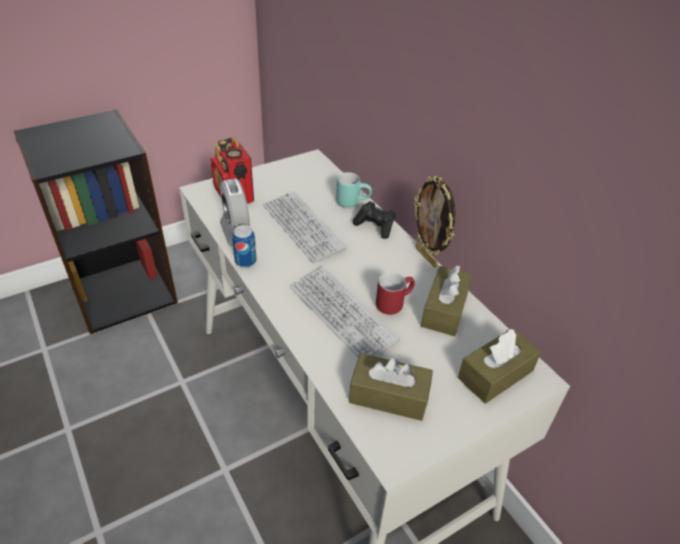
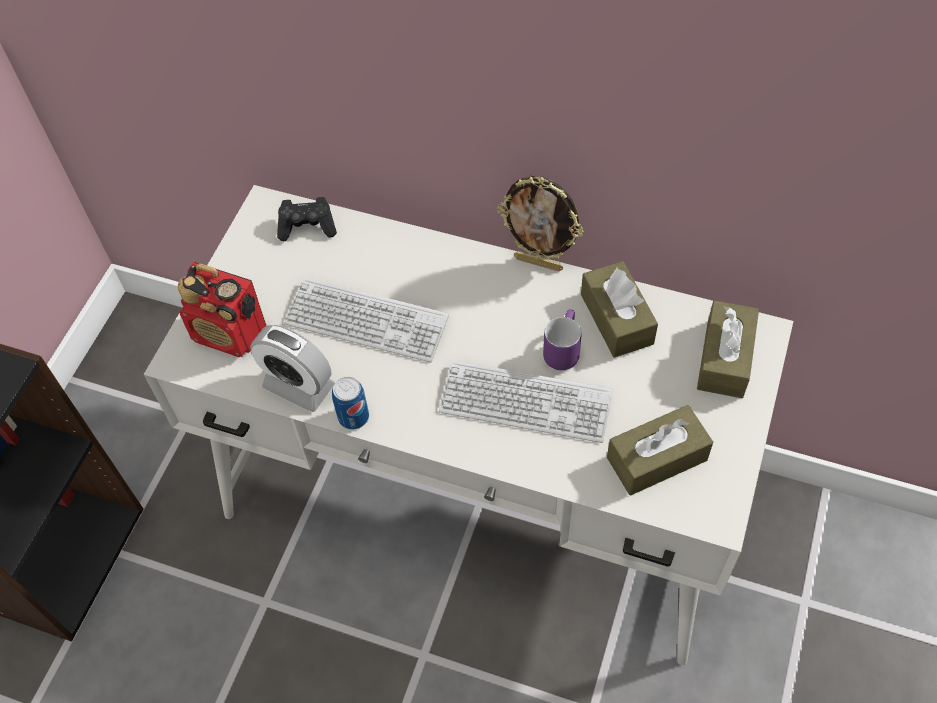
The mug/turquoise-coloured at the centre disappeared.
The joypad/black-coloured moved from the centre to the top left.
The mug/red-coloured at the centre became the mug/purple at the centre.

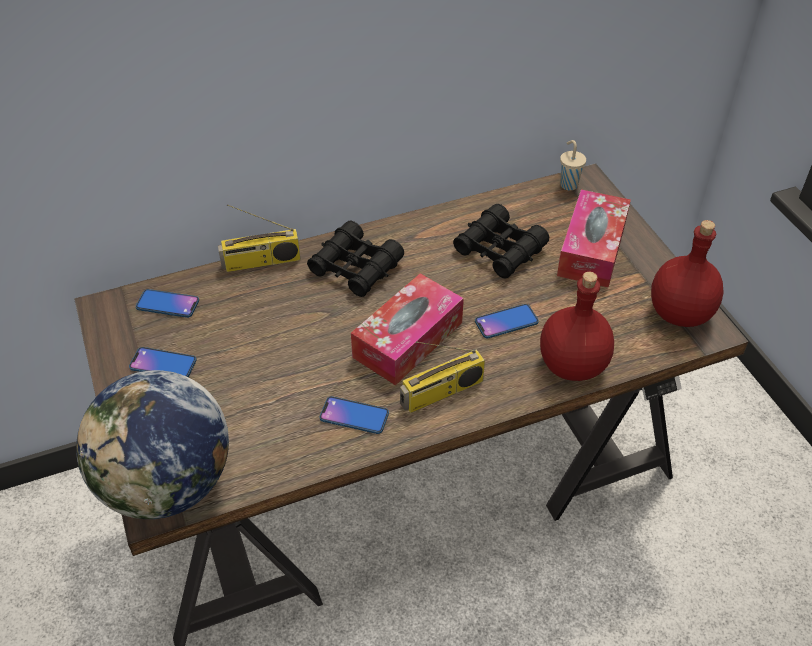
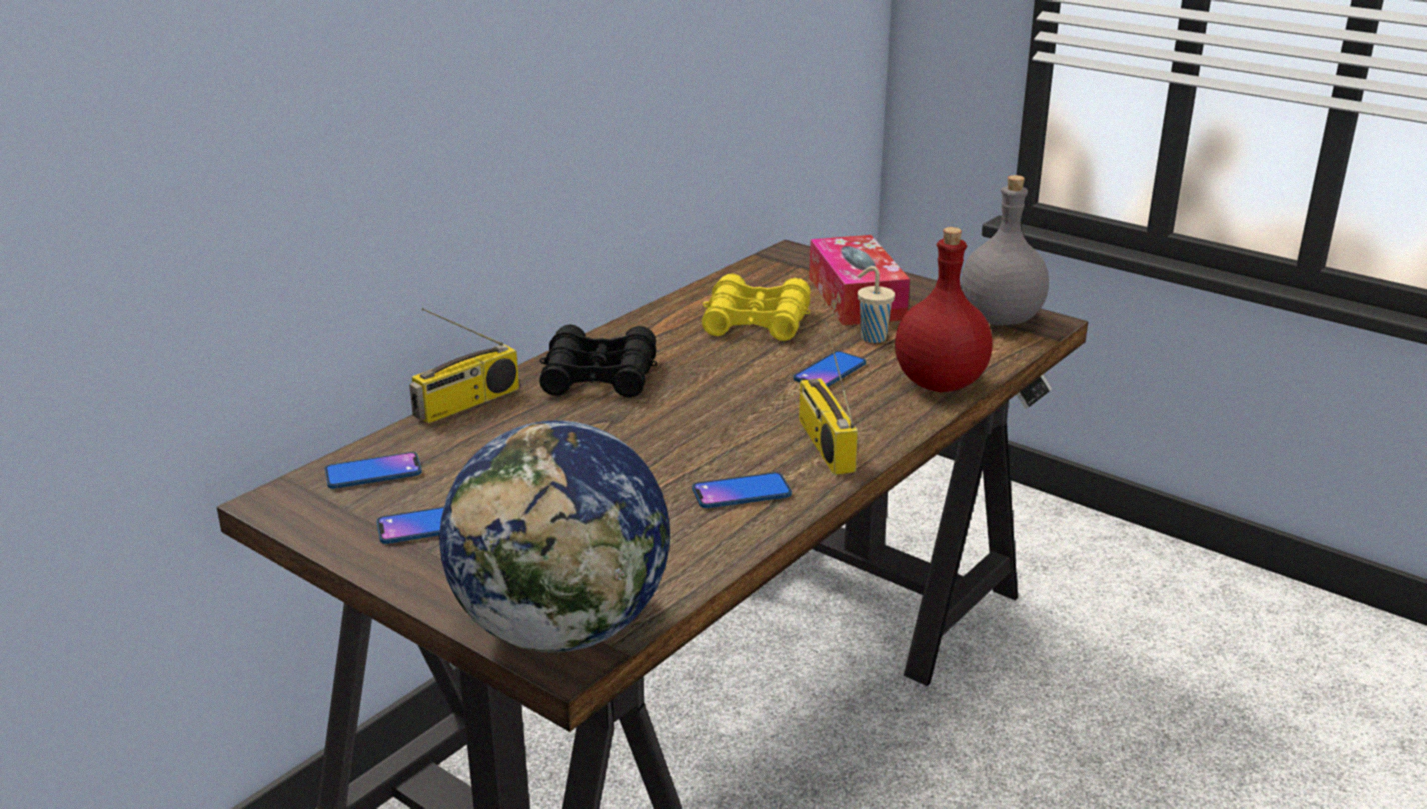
The tissue holder (1st from left) at the centre disappeared.
The radio receiver (2nd from left) at the centre turned 135 degrees clockwise.
The pair of binoculars/black-coloured (2nd from left) at the centre became the pair of binoculars/yellowish at the centre.
The drinking cup/sand-coloured moved from the top right to the centre.
The bottle/red-coloured (2nd from left) at the middle right became the bottle/gray at the top right.

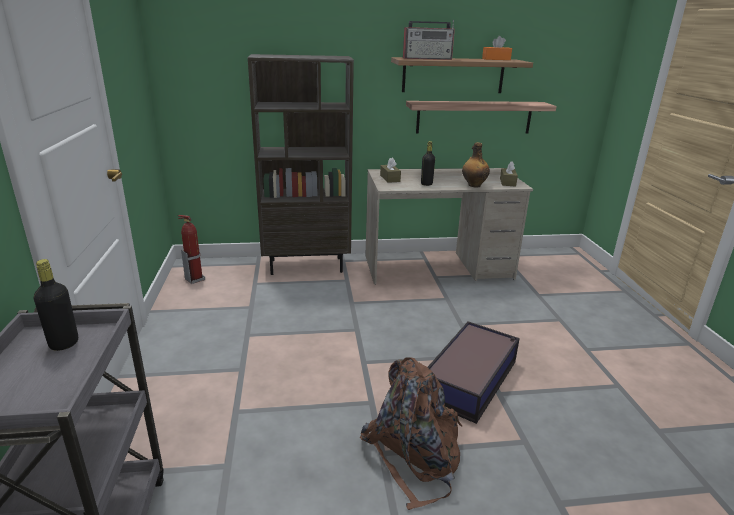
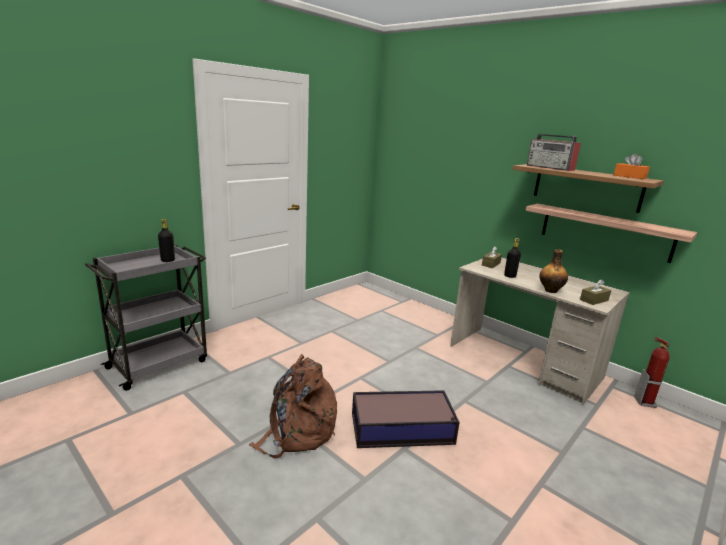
The fire-fighting cylinder moved from the middle left to the bottom right.
The bookcase/brownish at the top centre disappeared.

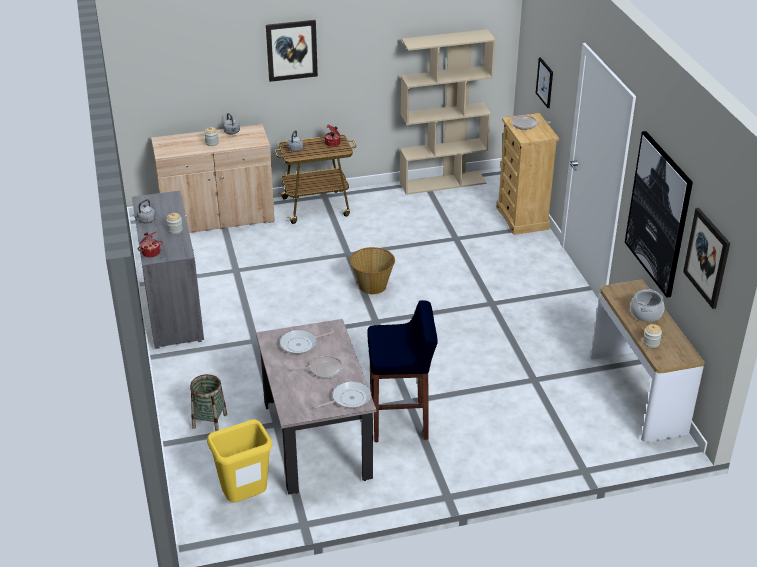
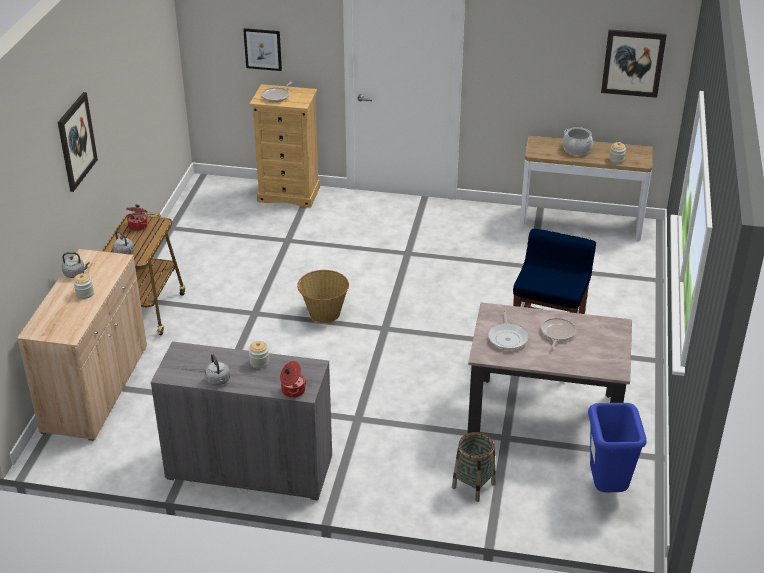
The trash can/yellowish at the bottom left became the trash can/blue-coloured at the bottom right.
The pan (3rd from left) at the bottom centre disappeared.
The bookcase/sand-coloured at the top centre disappeared.
The wall picture (3rd from left) at the middle right disappeared.

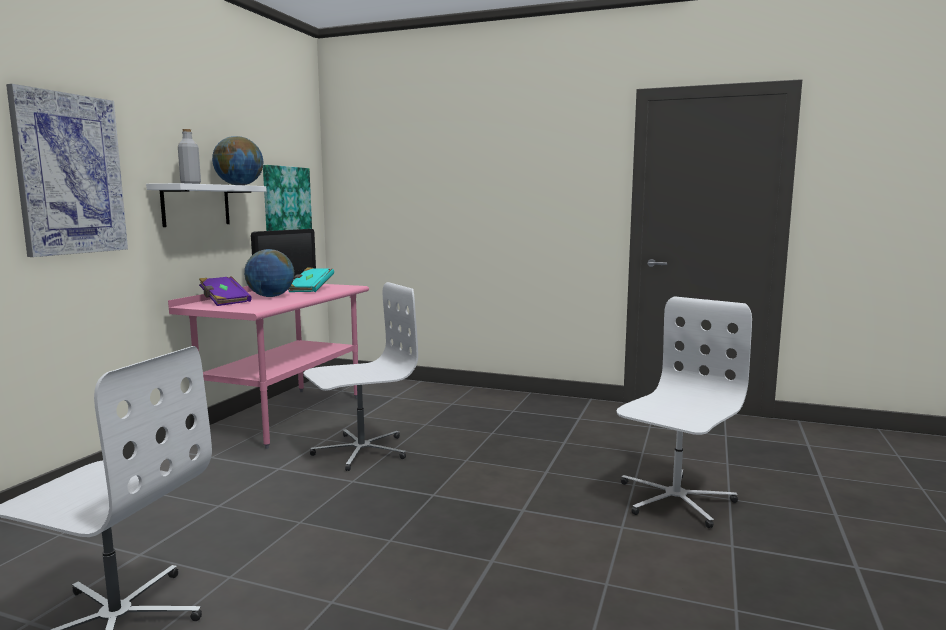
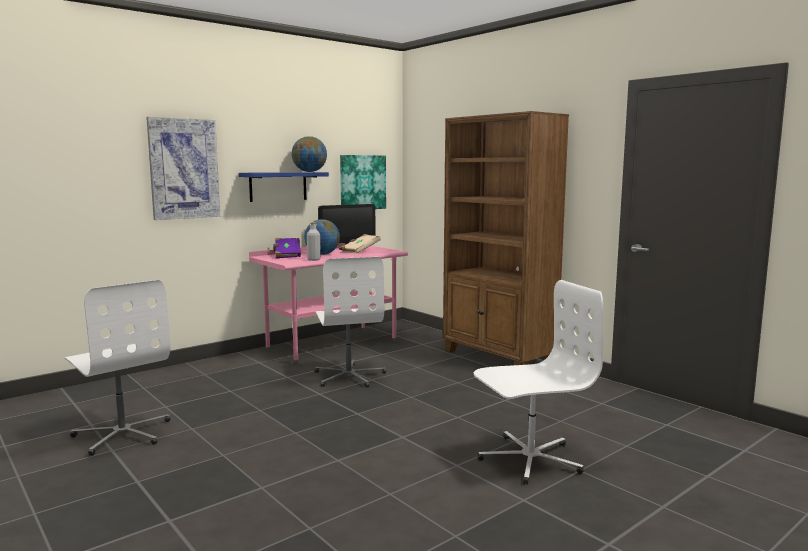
The shelf/whitish at the top left became the shelf/blue-coloured at the centre.
The bottle/gray moved from the top left to the centre.
The book/turquoise-coloured at the middle left became the book/sand-coloured at the centre.
The desk chair/whitish (2nd from left) at the centre turned 75 degrees clockwise.
The bookcase/brownish at the centre appeared.

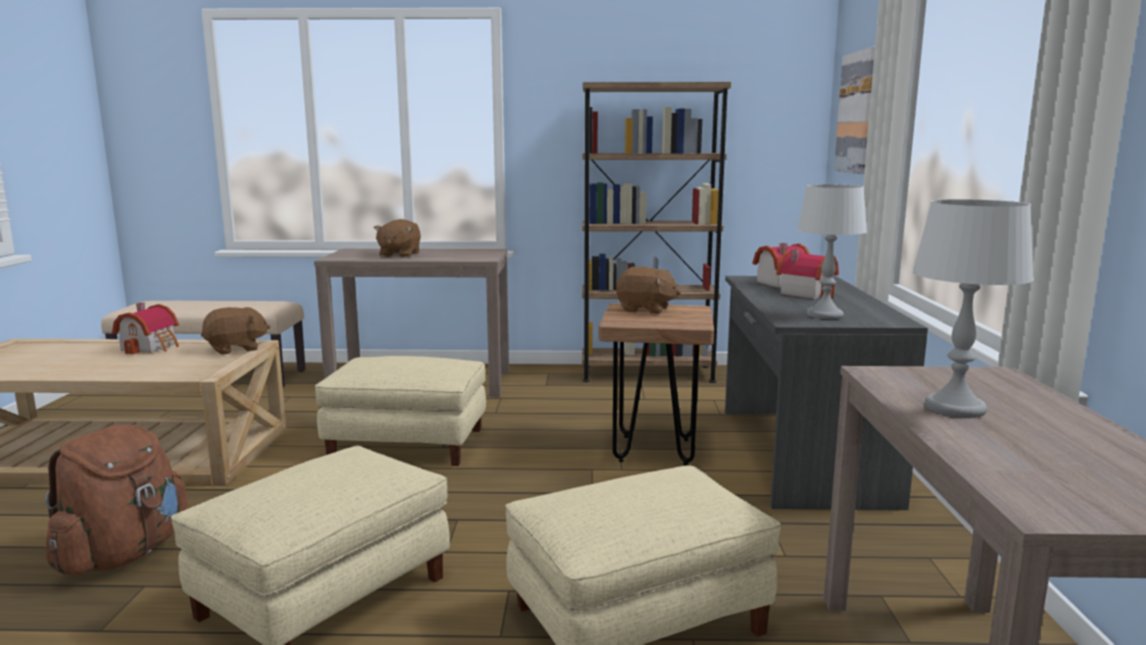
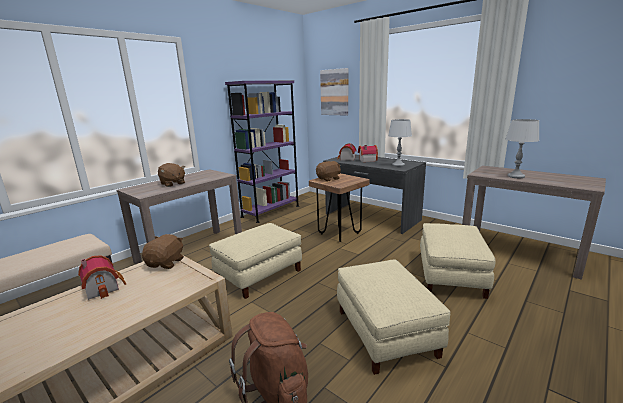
The bookcase/brownish at the centre became the bookcase/purple at the centre.

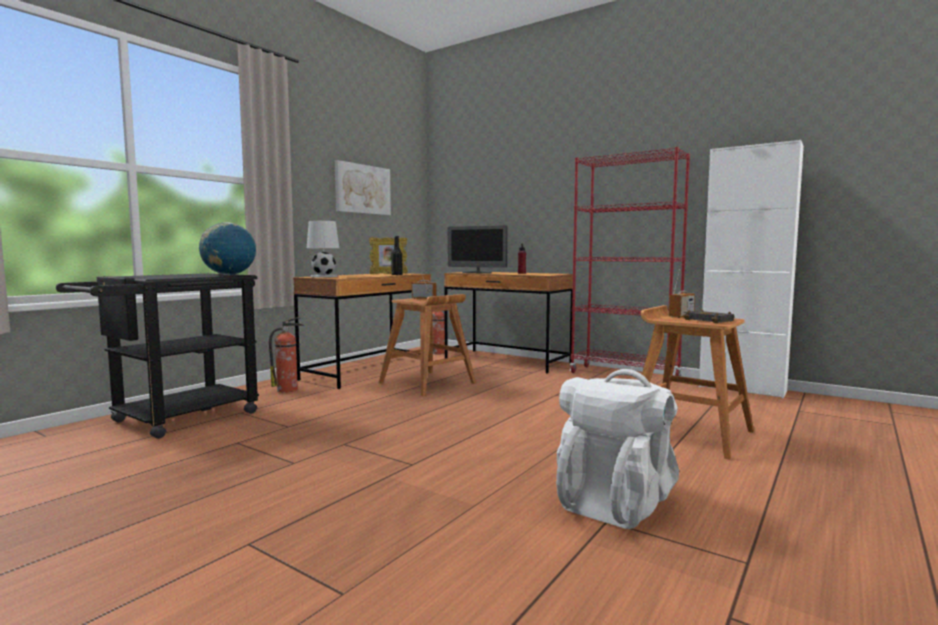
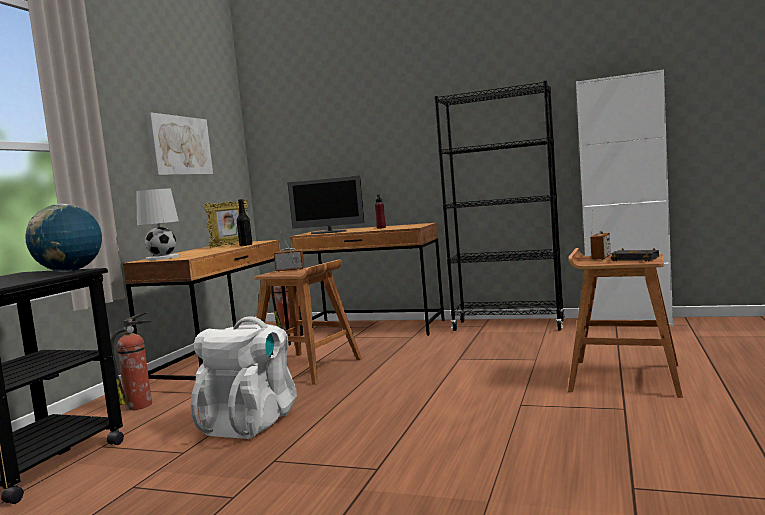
The backpack/whitish moved from the bottom centre to the bottom left.
The bookcase/red-coloured at the middle right became the bookcase/black-coloured at the centre.

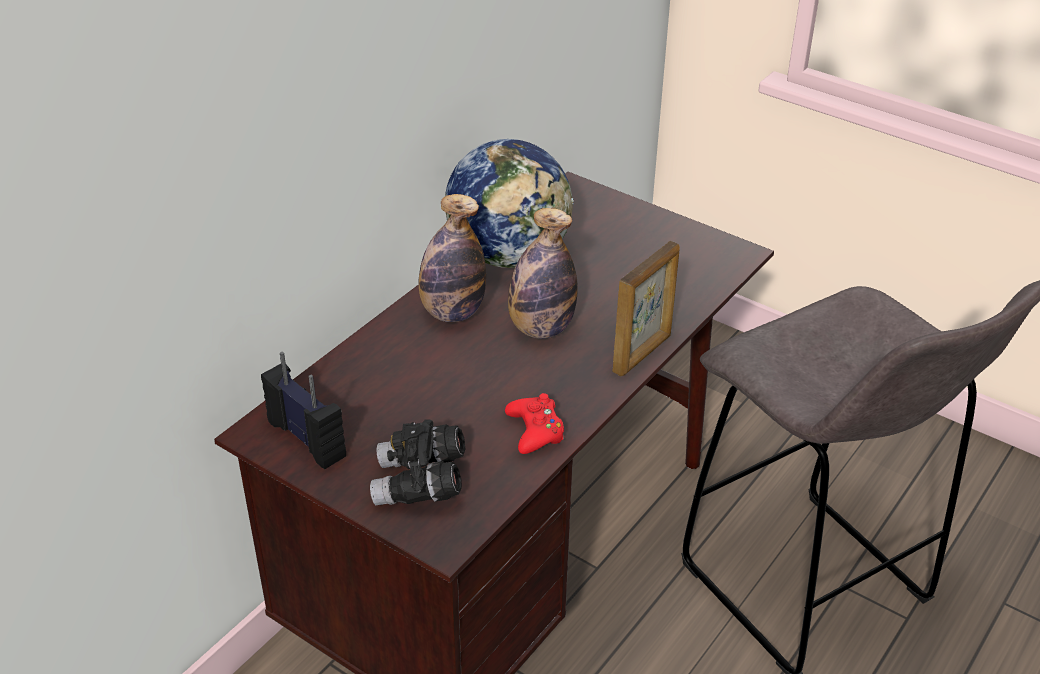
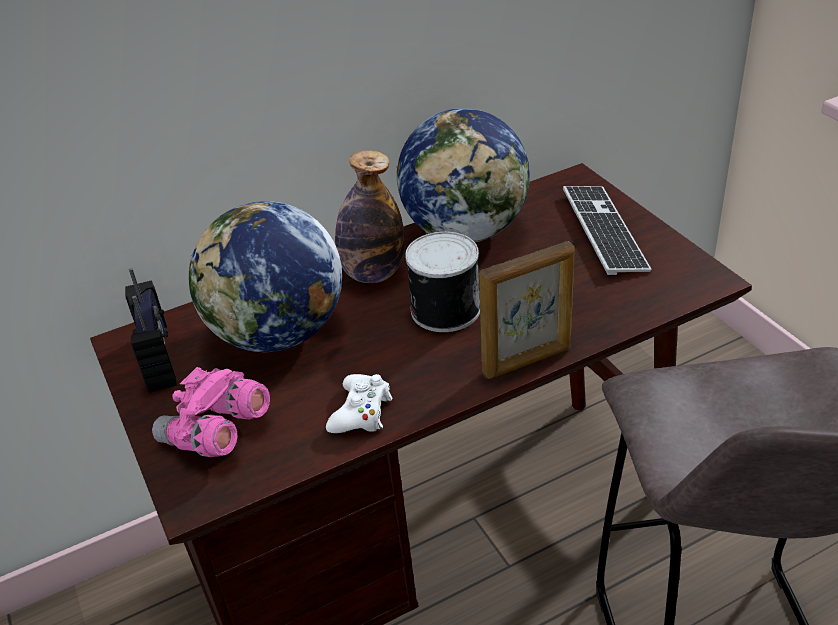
The pair of binoculars/black-coloured at the bottom centre became the pair of binoculars/pink at the middle left.
The joypad/red-coloured at the centre became the joypad/whitish at the centre.
The bottle (2nd from left) at the centre was replaced by the can at the centre.
The world globe (1st from left) at the middle left appeared.
The PC keyboard at the middle right appeared.

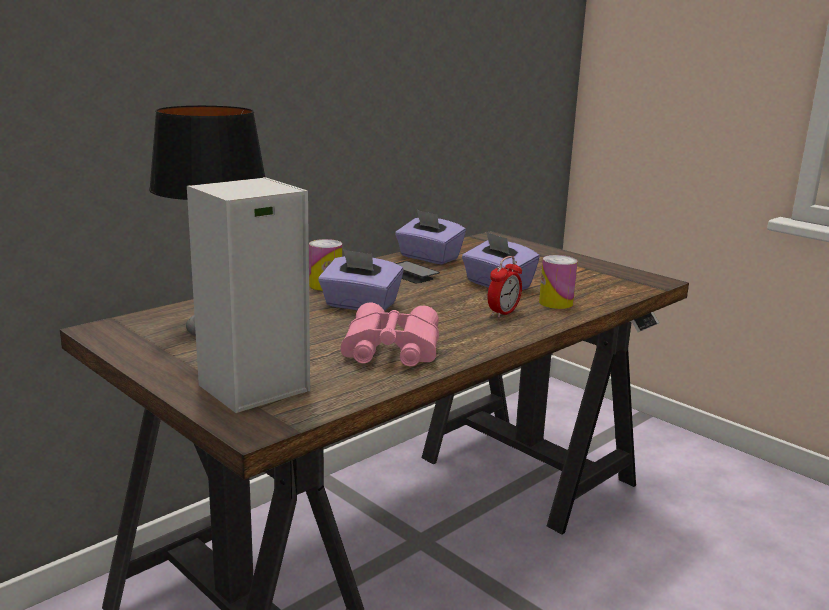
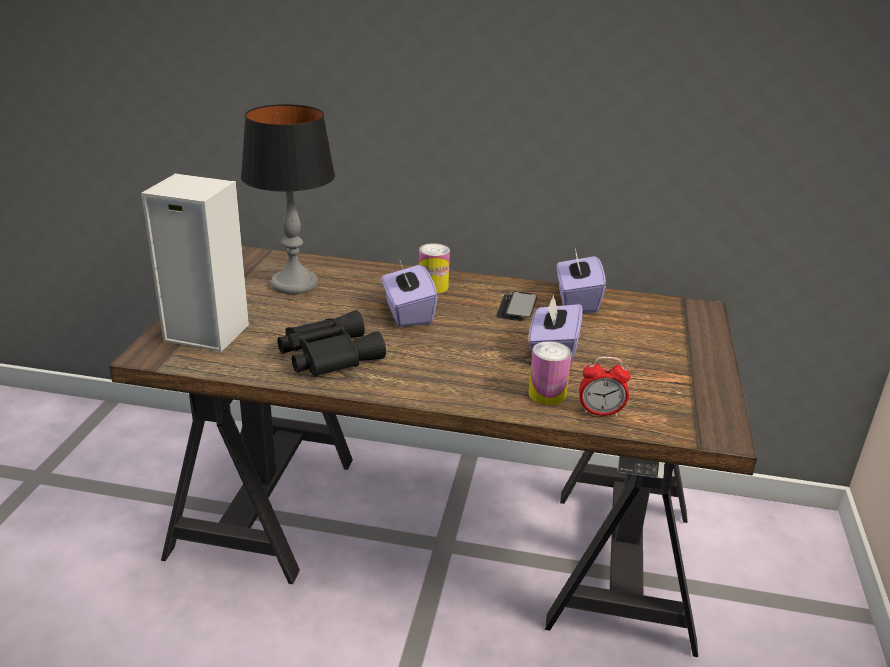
The pair of binoculars/pink at the centre became the pair of binoculars/black-coloured at the centre.
The table clock moved from the centre to the middle right.

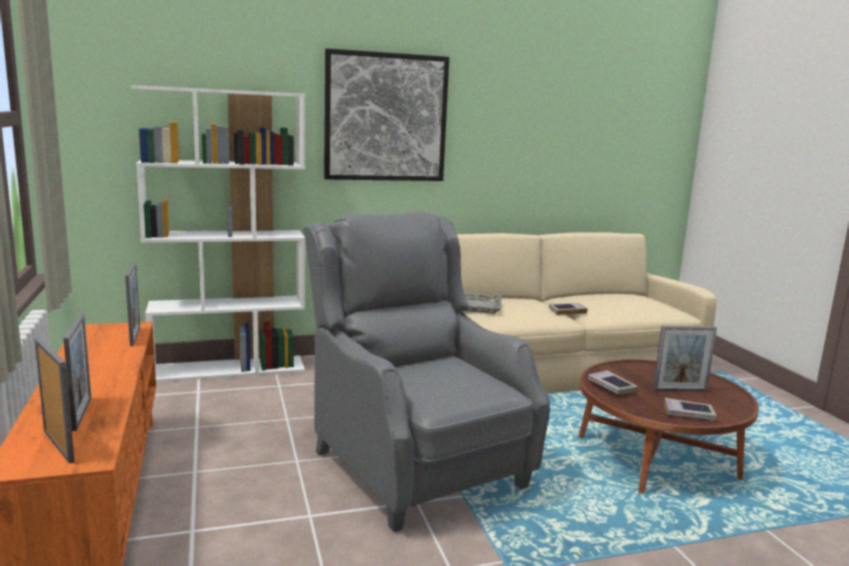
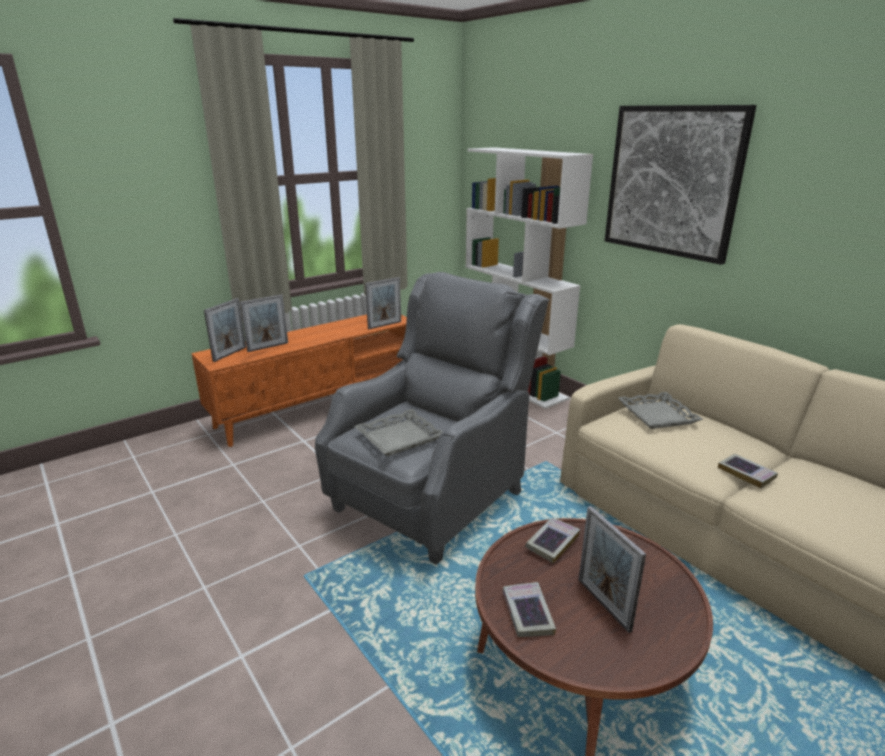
The tray/gray (1st from left) at the centre appeared.

